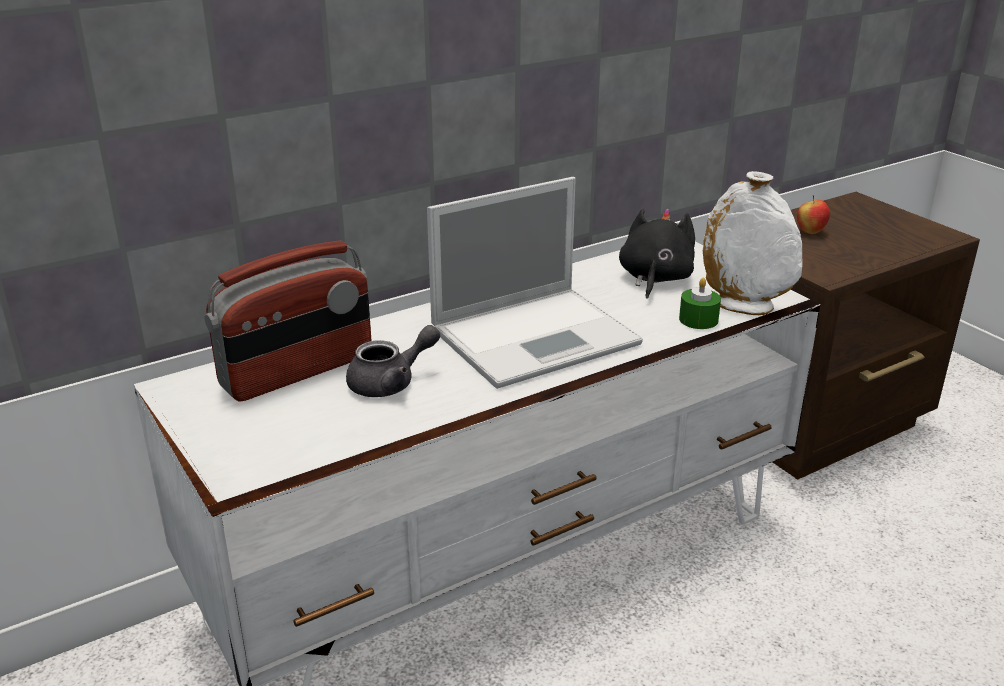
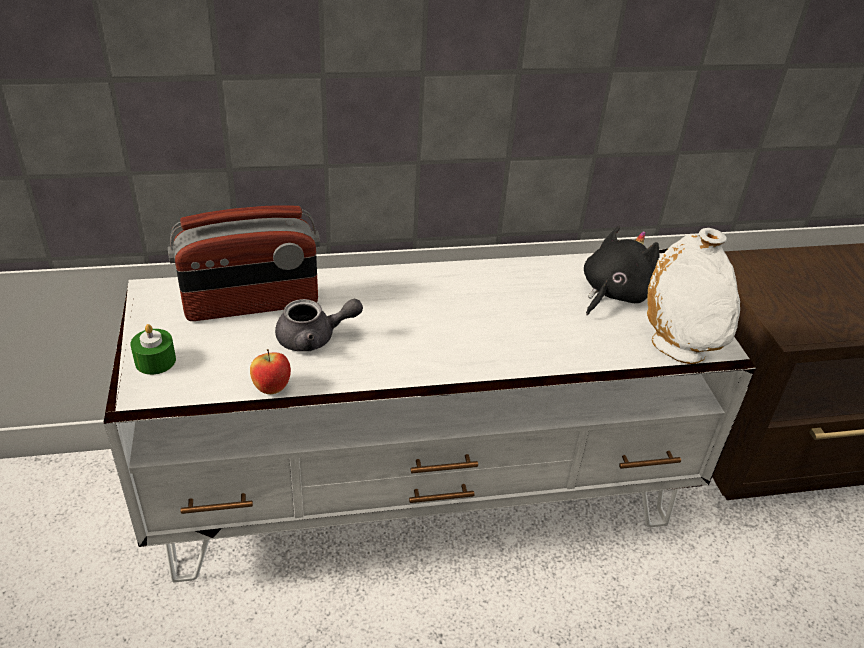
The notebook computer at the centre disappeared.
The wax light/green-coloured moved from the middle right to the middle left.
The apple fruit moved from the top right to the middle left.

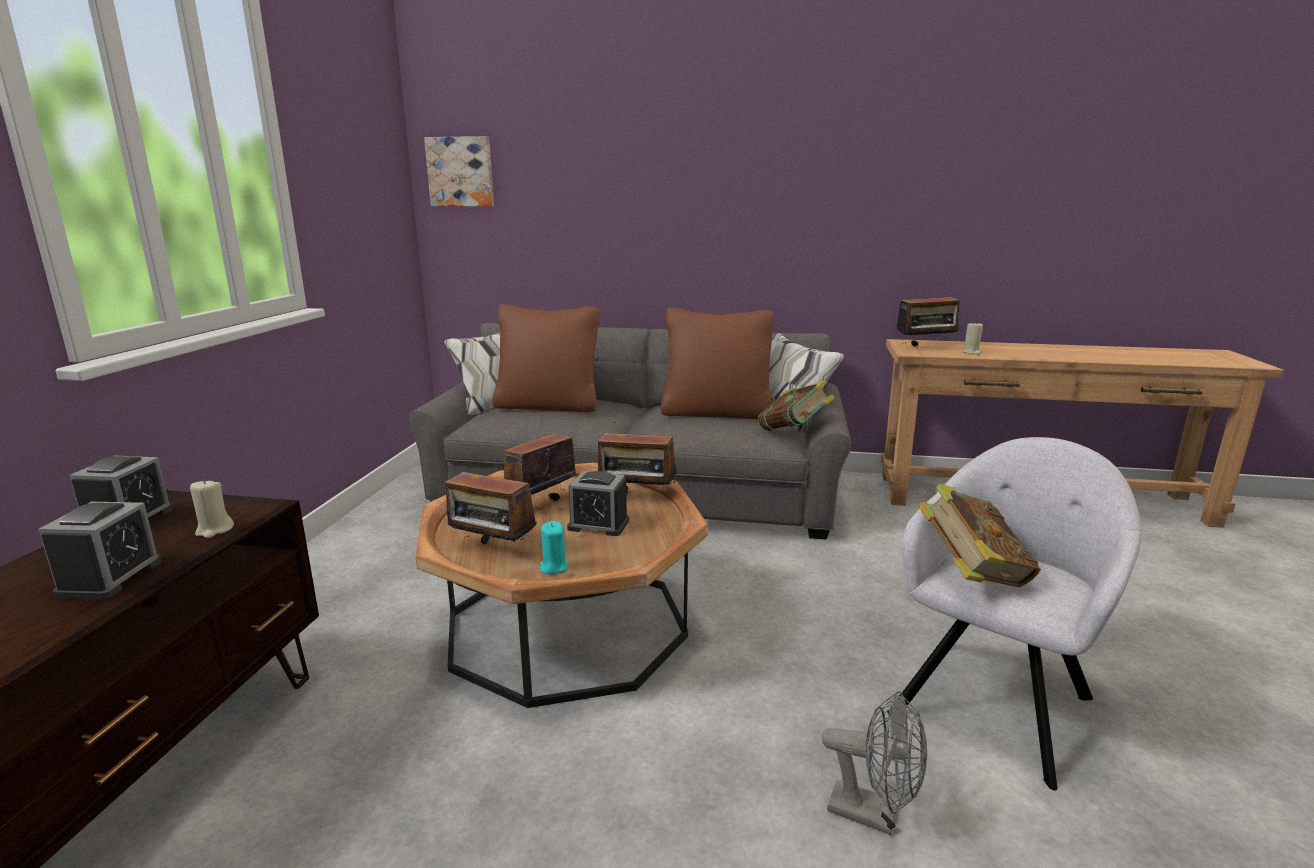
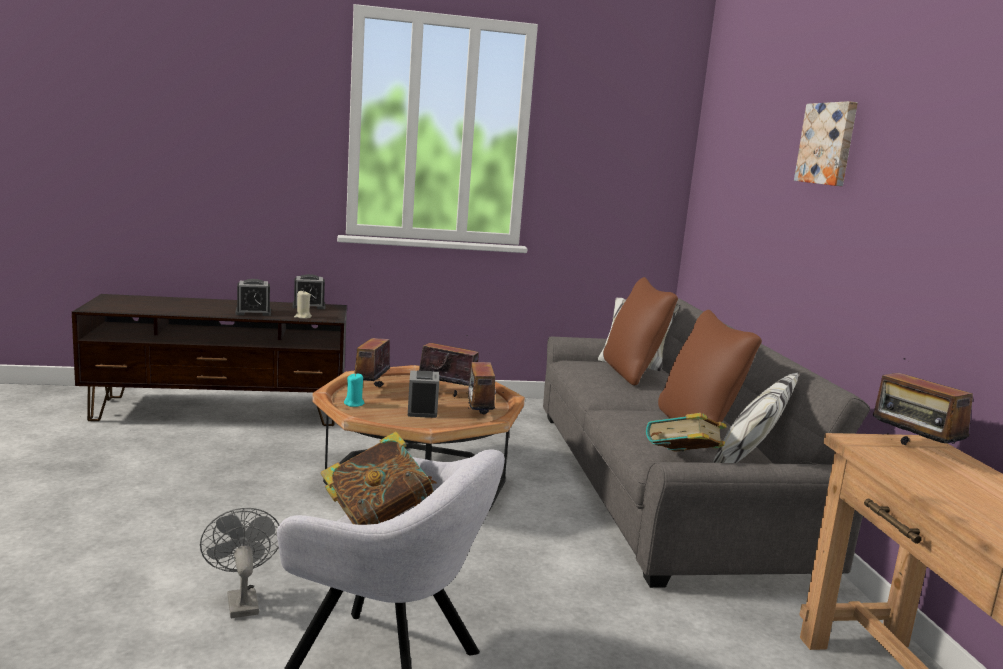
The wall picture moved from the top centre to the top right.
The fan/gray at the bottom centre turned 150 degrees clockwise.
The wax light/sand-coloured (2nd from left) at the middle right disappeared.

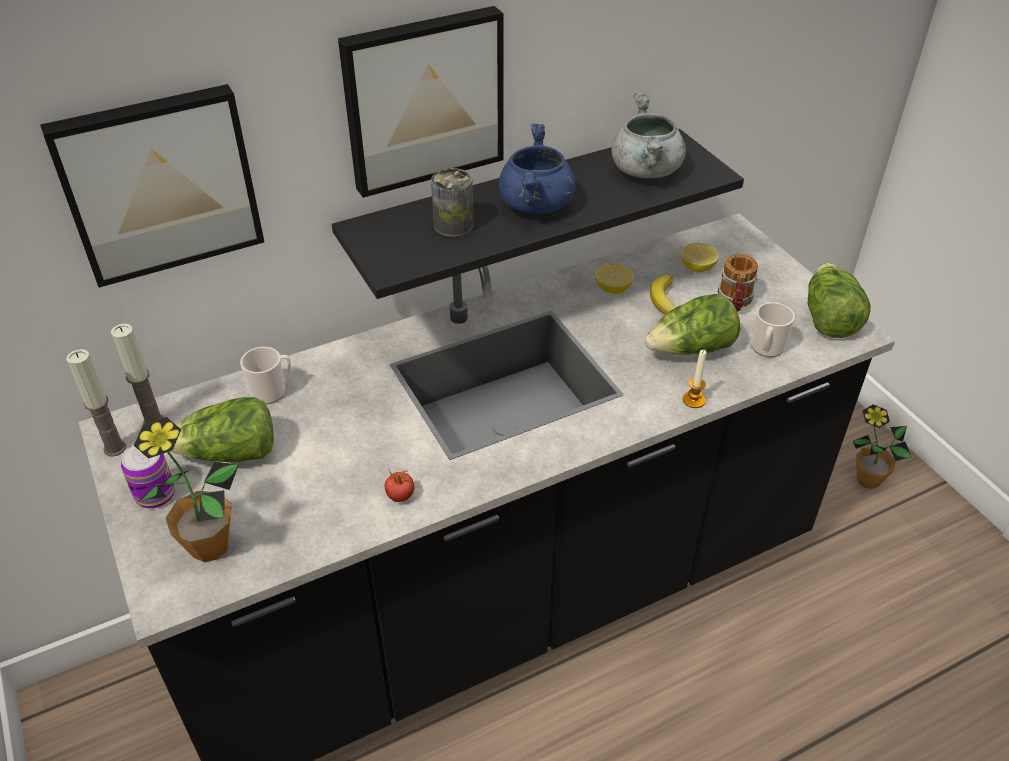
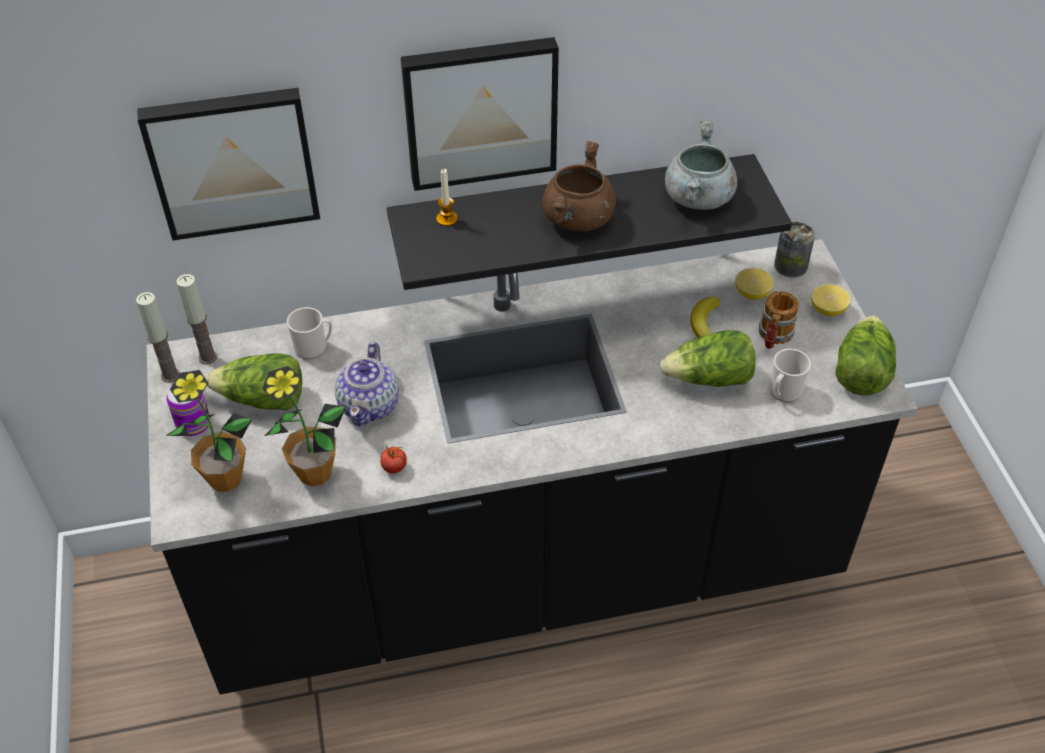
The can (2nd from left) moved from the top centre to the top right.
The stockpot/blue-coloured at the top centre became the stockpot/brownish at the top centre.
The lemon (1st from left in the first image) moved from the centre to the middle right.
The wax light (3rd from left) moved from the middle right to the top centre.
The plant in a pot (2nd from left) moved from the middle right to the middle left.
The tea pot at the centre appeared.

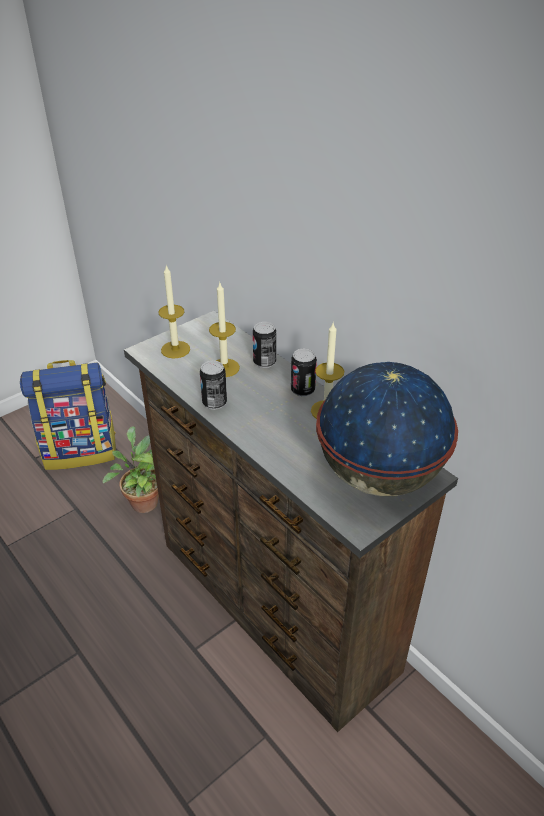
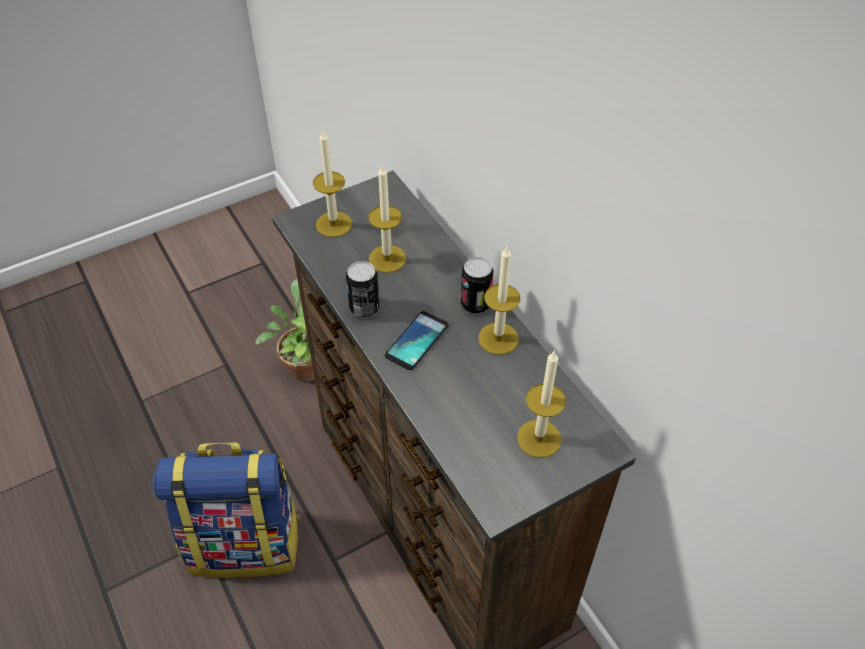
The backpack moved from the middle left to the bottom left.
The can (2nd from left) at the centre disappeared.
The world globe at the middle right was replaced by the wax light (4th from left) at the centre.
The handset at the centre appeared.

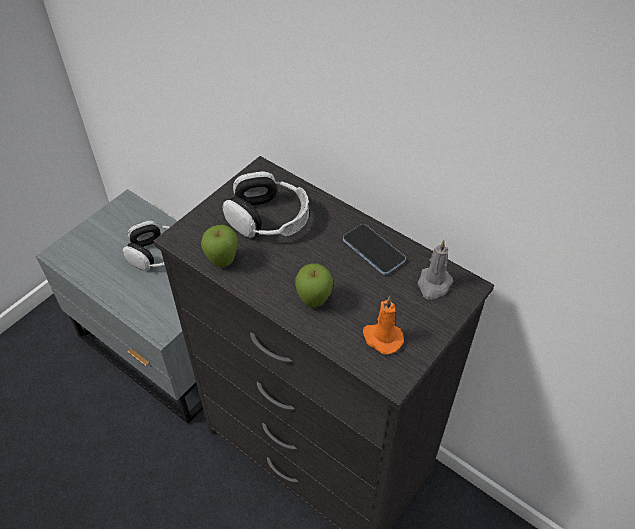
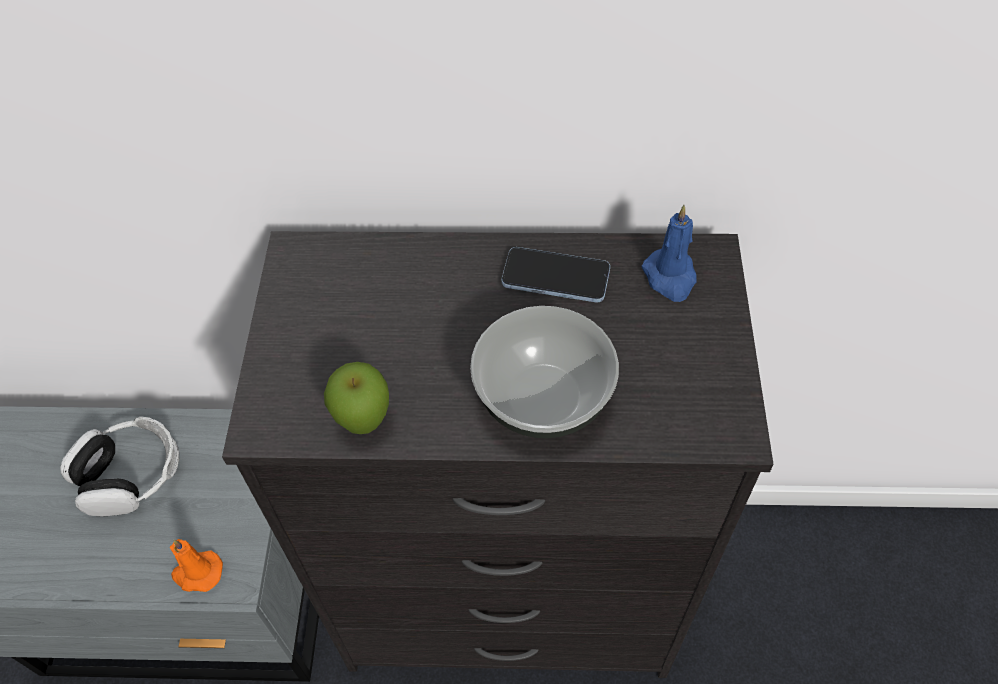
The headphones (2nd from left) at the centre disappeared.
The apple fruit (2nd from left) at the centre was replaced by the bowl at the centre.
The wax light/orangey moved from the centre to the bottom left.
The wax light/gray at the middle right became the wax light/blue-coloured at the middle right.

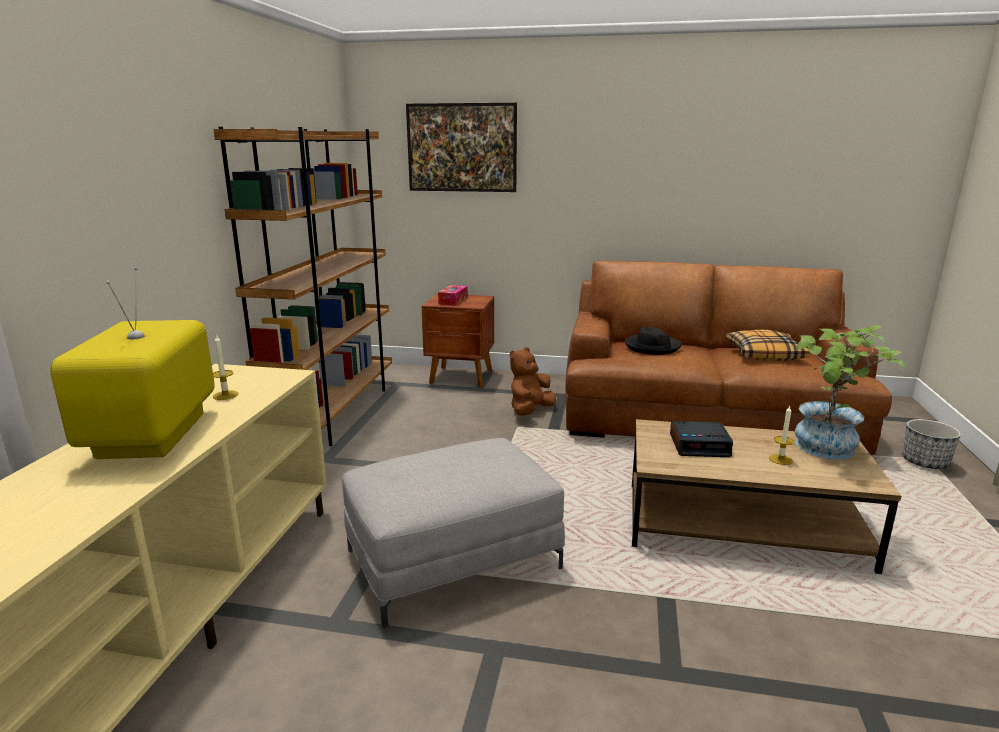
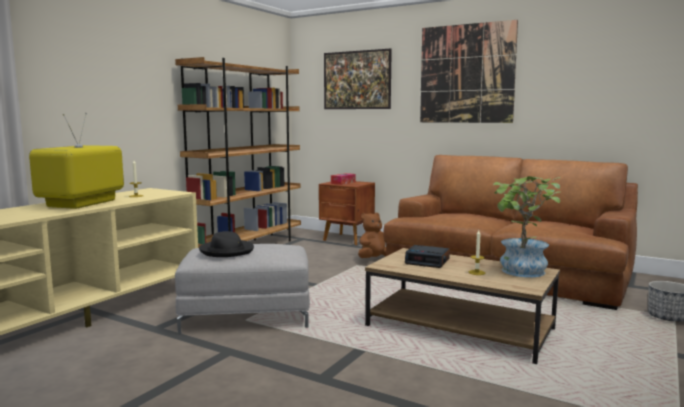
The hat/black-coloured moved from the centre to the middle left.
The throw pillow at the middle right disappeared.
The wall picture (2nd from left) at the top right appeared.

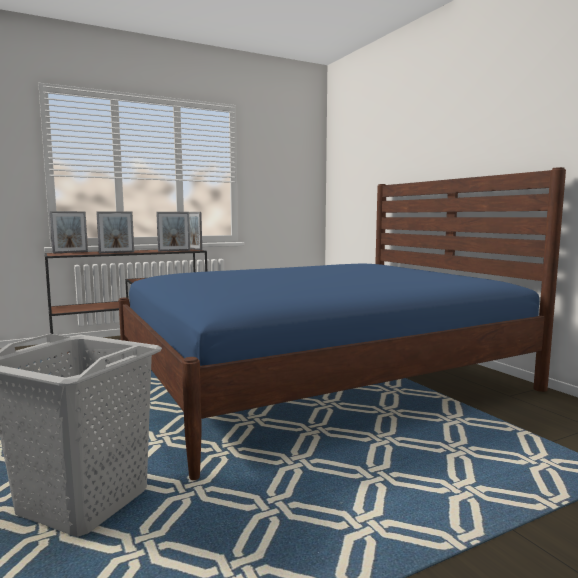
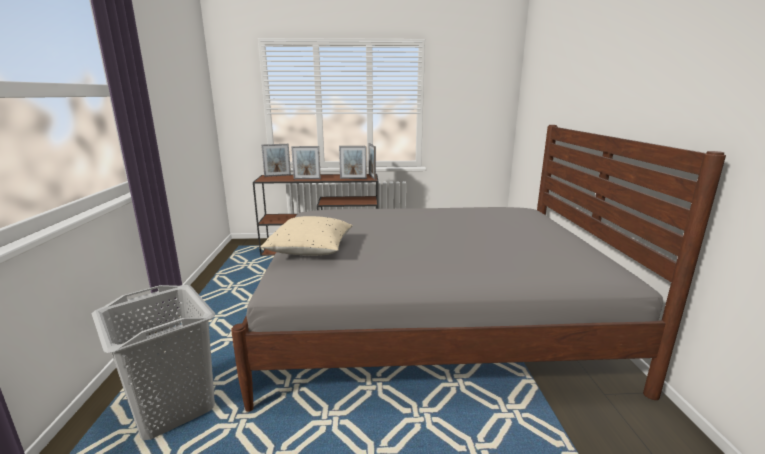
The sleeping bed/blue-coloured at the centre became the sleeping bed/gray at the centre.
The throw pillow/sand-coloured at the centre appeared.

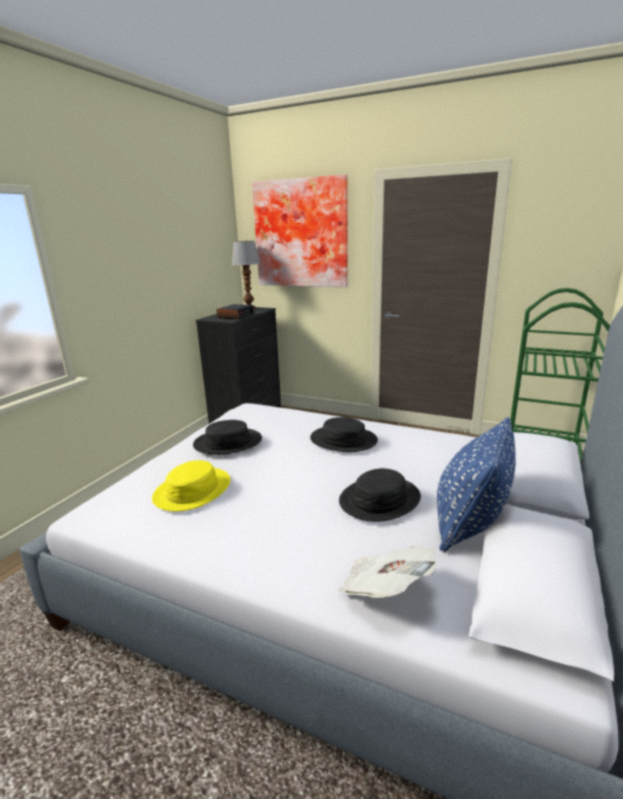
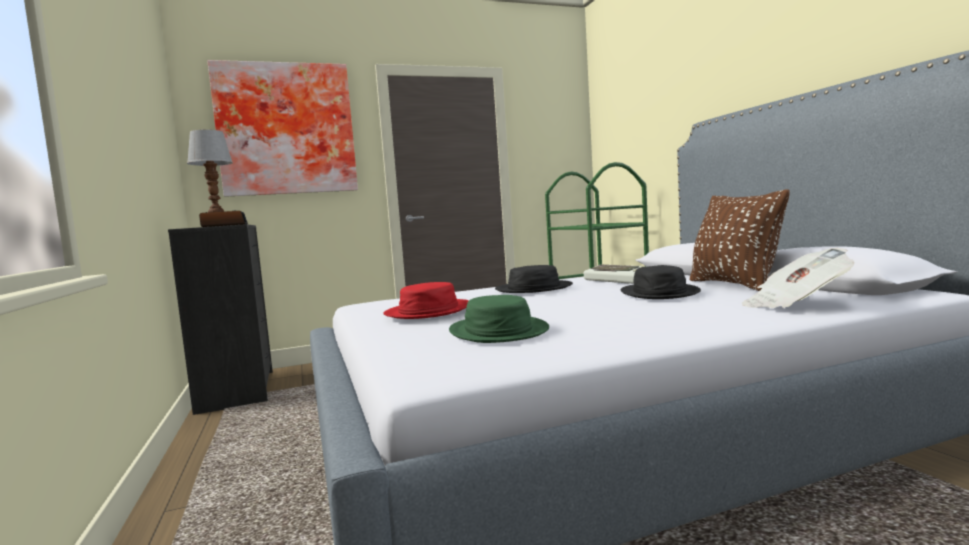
The hat/yellowish at the middle left became the hat/green-coloured at the centre.
The hat/black-coloured (1st from left) at the centre became the hat/red-coloured at the centre.
The throw pillow/blue-coloured at the middle right became the throw pillow/brownish at the middle right.
The PC keyboard at the centre appeared.

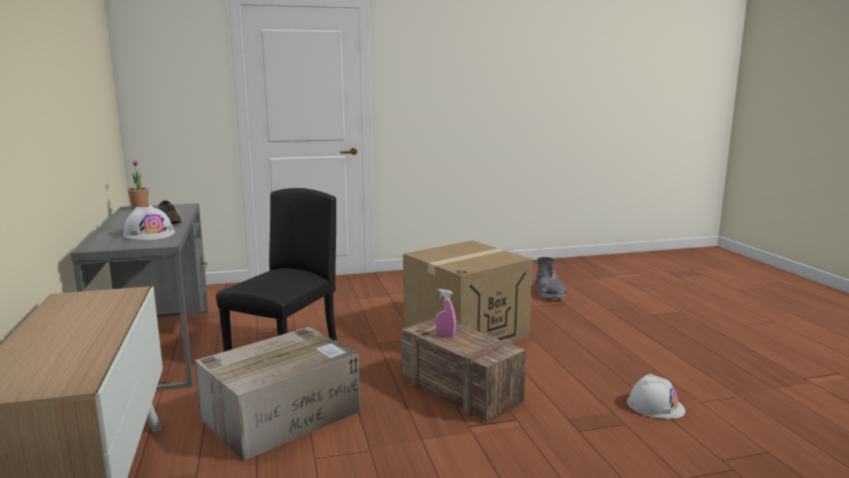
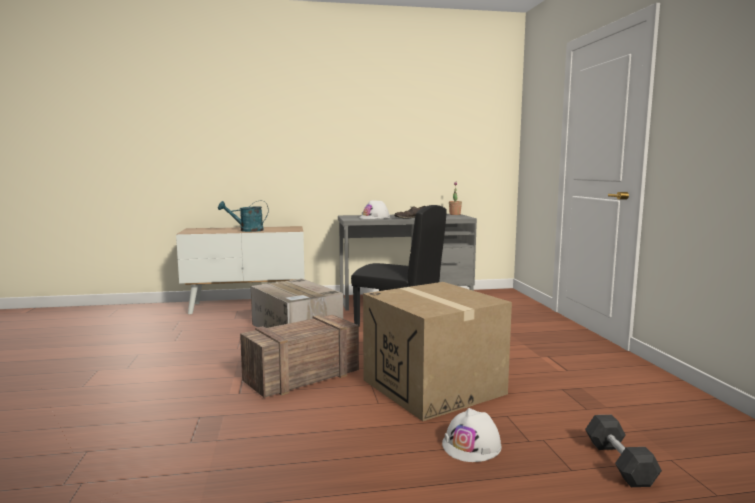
The spray bottle/pink at the centre disappeared.
The boot/gray at the centre was replaced by the free weight/gray at the bottom right.
The safety helmet/whitish (2nd from left) moved from the bottom right to the bottom centre.
The watering can/turquoise-coloured at the middle left appeared.

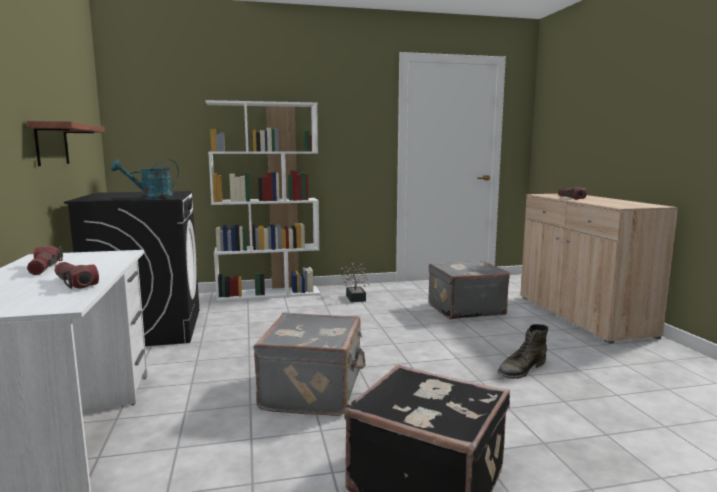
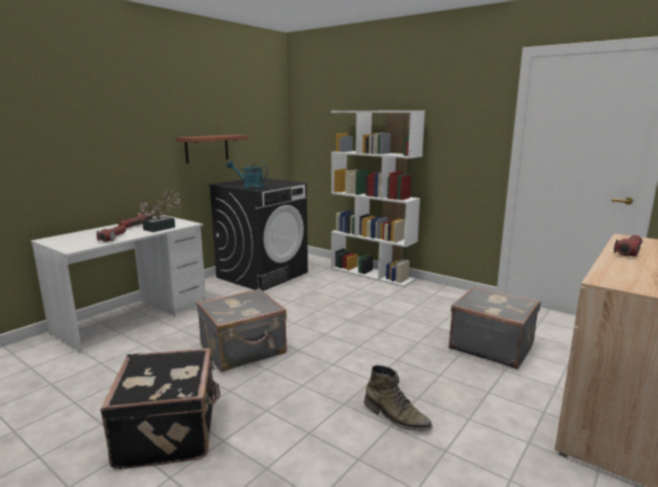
The plant in a pot moved from the centre to the middle left.
The boot/green-coloured at the bottom right turned 150 degrees counterclockwise.

